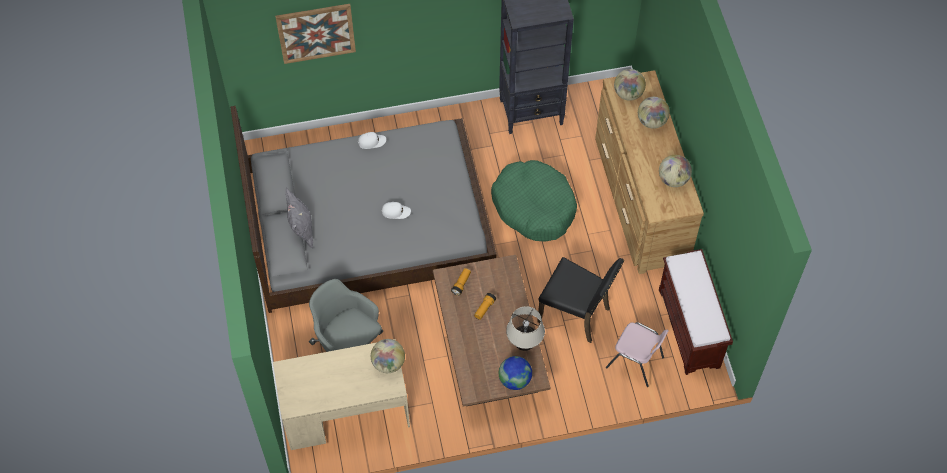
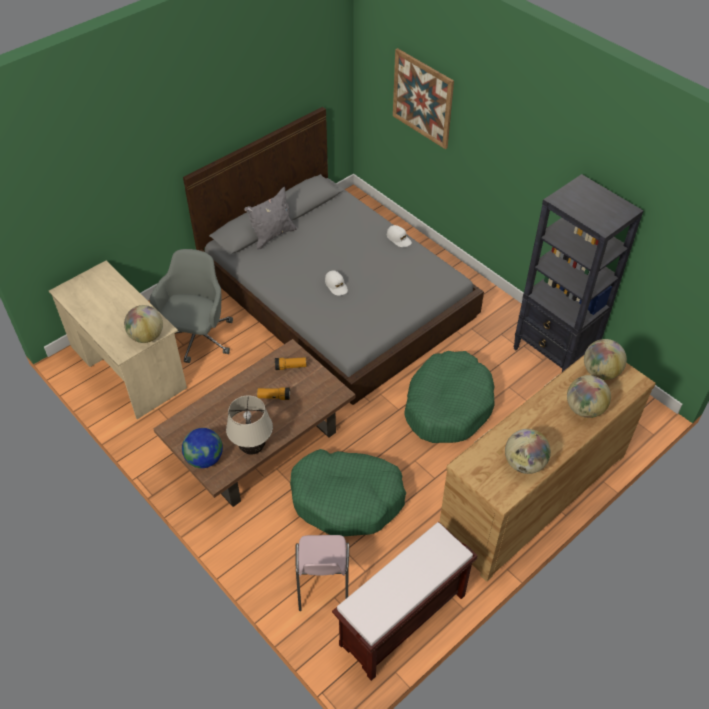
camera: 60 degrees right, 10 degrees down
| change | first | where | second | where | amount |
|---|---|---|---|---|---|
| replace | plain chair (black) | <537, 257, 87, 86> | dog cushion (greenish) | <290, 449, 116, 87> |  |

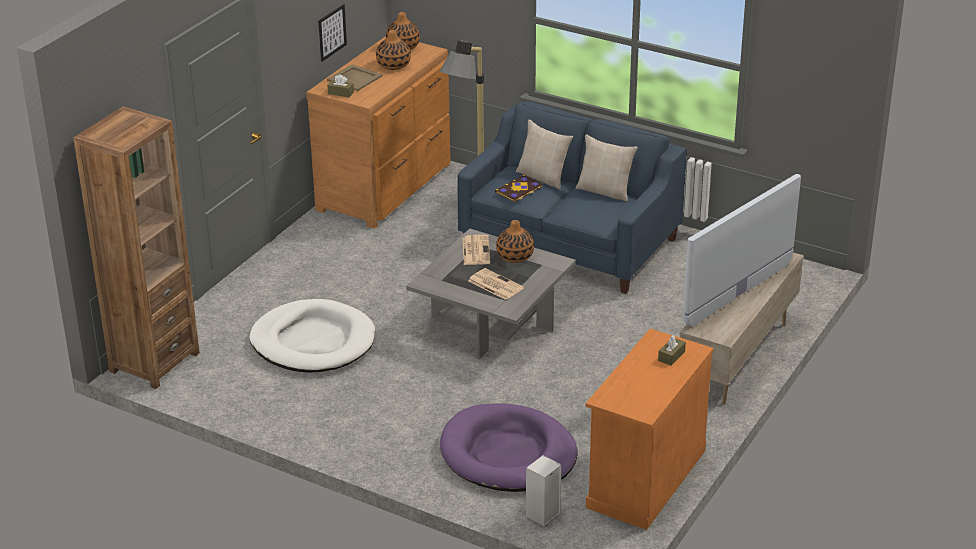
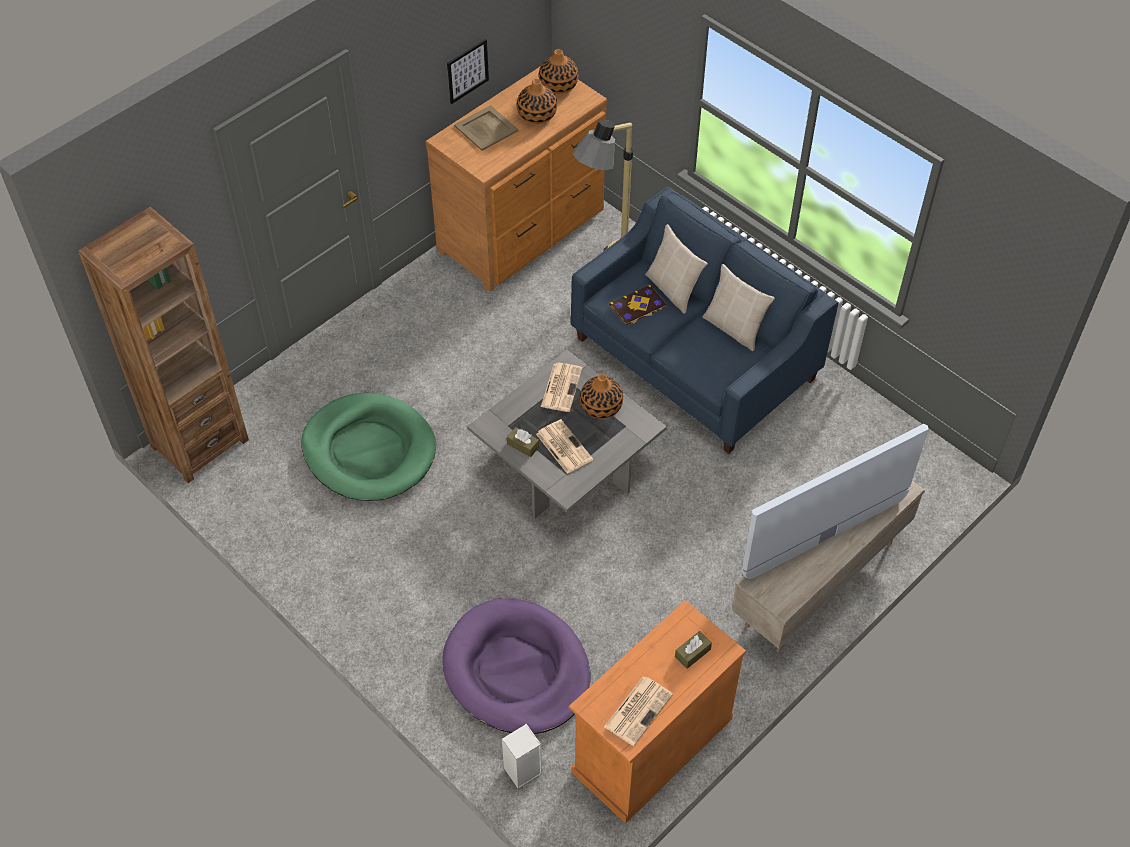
camera: 15 degrees right, 20 degrees up
| change | first | where | second | where | amount |
|---|---|---|---|---|---|
| recolor | dog cushion (whitish) | <249, 299, 126, 74> | dog cushion (greenish) | <301, 393, 135, 108> |  |
| move | box of tissues (brown) | <327, 75, 27, 22> |  | <507, 427, 32, 30> |  |
| insert |  |  | newspaper | <604, 676, 69, 70> |  |

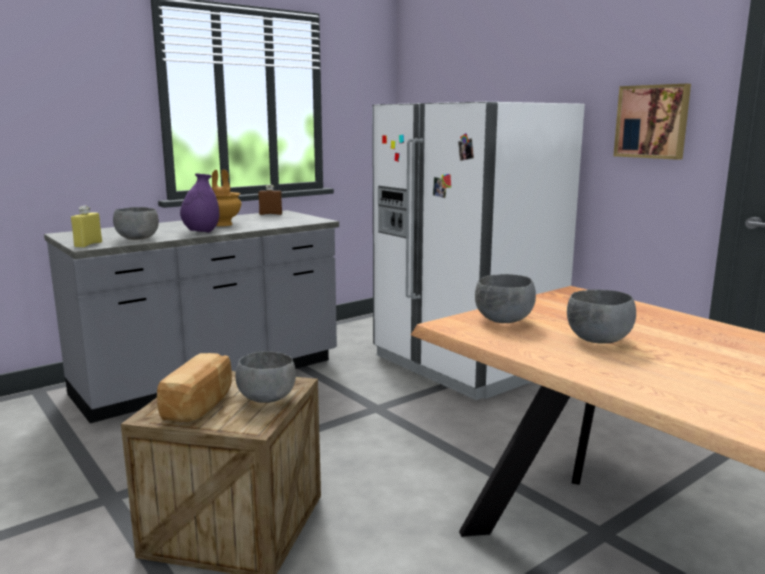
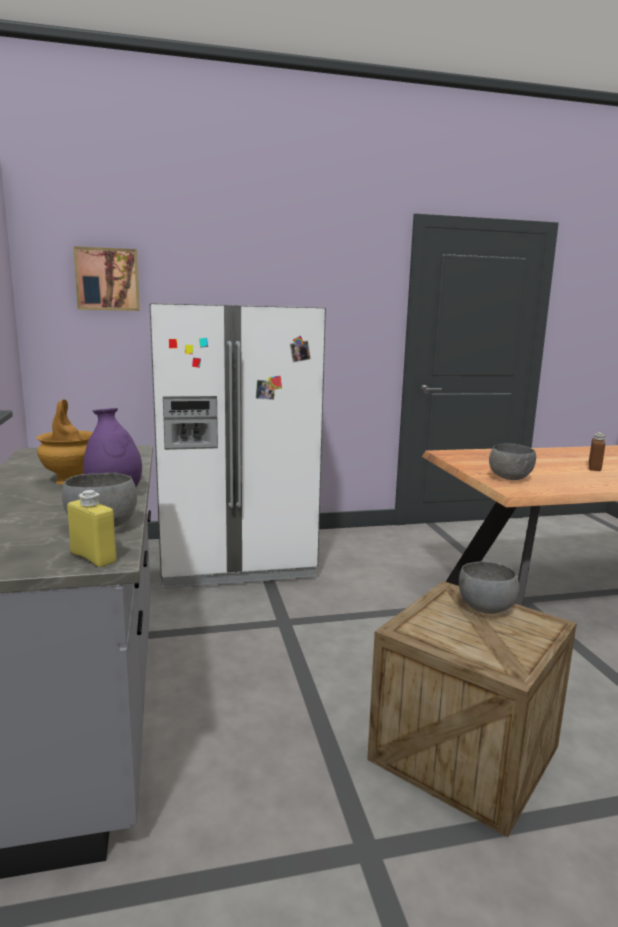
camera: 65 degrees left, 0 degrees up
| change | first | where | second | where | amount |
|---|---|---|---|---|---|
| delete | baked bread | <157, 353, 75, 69> |  |  |  |
| move | drink bottle (brown) | <258, 184, 24, 31> |  | <589, 433, 17, 38> |  |
| delete | deep dish (grey) | <567, 289, 69, 55> |  |  |  |
| move | wall art | <614, 84, 77, 76> |  | <73, 246, 67, 65> |  |

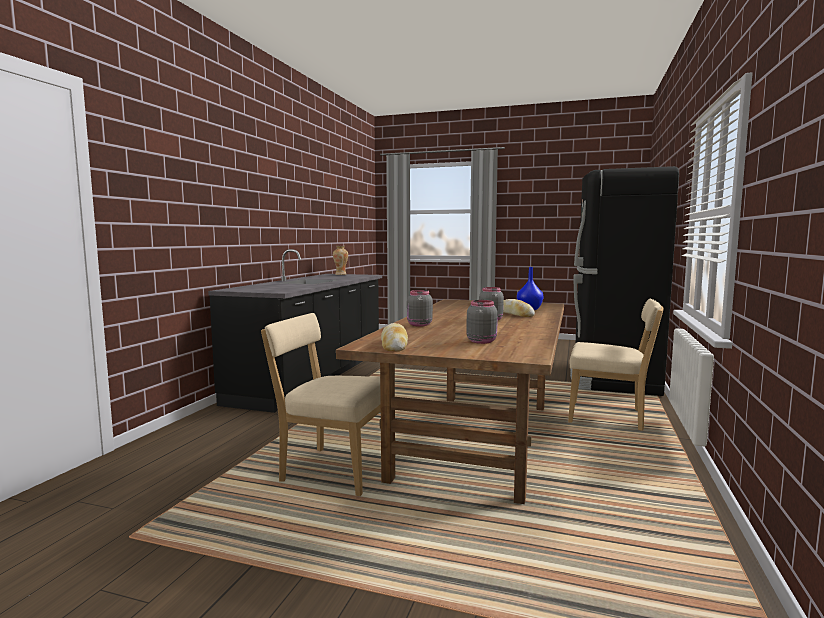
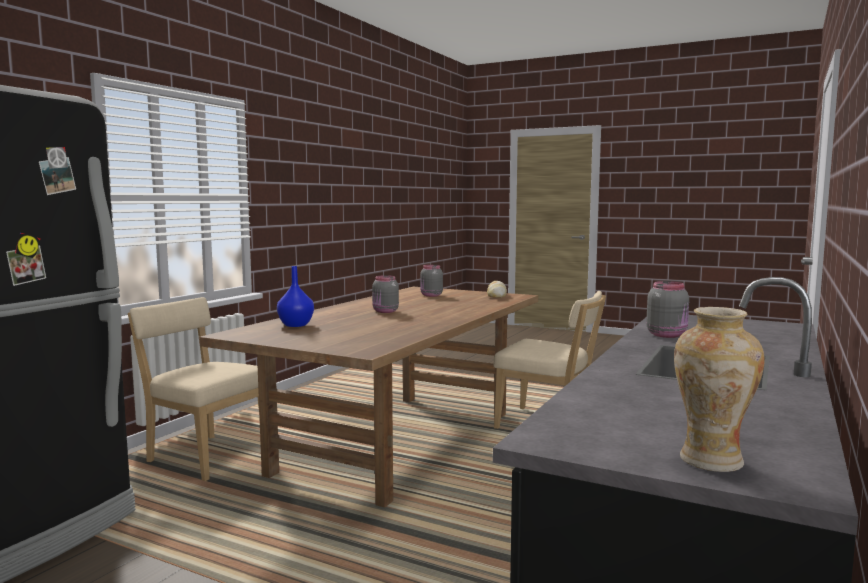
camera: 170 degrees left, 0 degrees up
| change | first | where | second | where | amount |
|---|---|---|---|---|---|
| move | storage jar (grey) | <407, 290, 26, 36> |  | <646, 281, 43, 57> |  |
| delete | baked bread | <503, 299, 32, 18> |  |  |  |

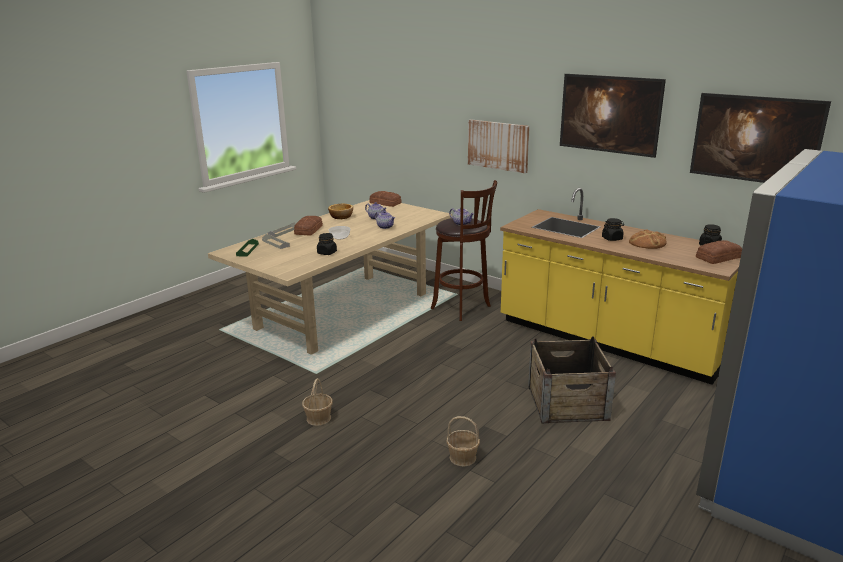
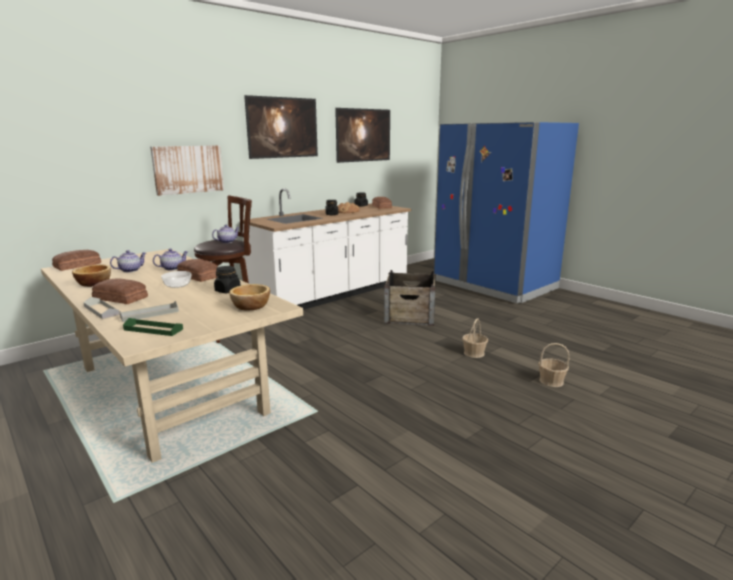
camera: 80 degrees left, 5 degrees down
| change | first | where | second | where | amount |
|---|---|---|---|---|---|
| move | storage basket | <302, 378, 31, 48> |  | <538, 343, 31, 44> |  |
| recolor | kitchen counter (yellow-coloured) | <500, 188, 240, 197> | kitchen counter (whitish) | <243, 188, 168, 122> |  |
| insert |  |  | baked bread | <177, 259, 41, 23> |  |
| insert |  |  | deep dish | <229, 284, 41, 27> |  |

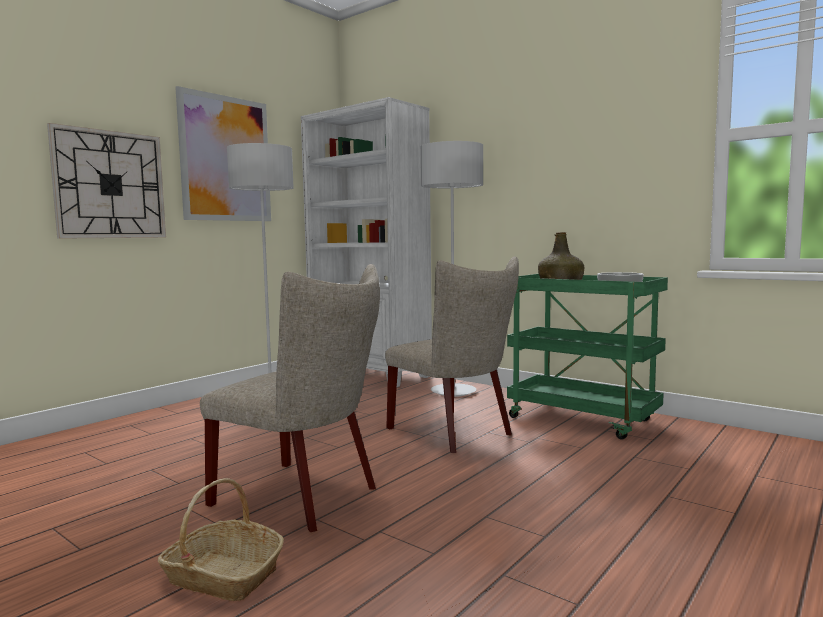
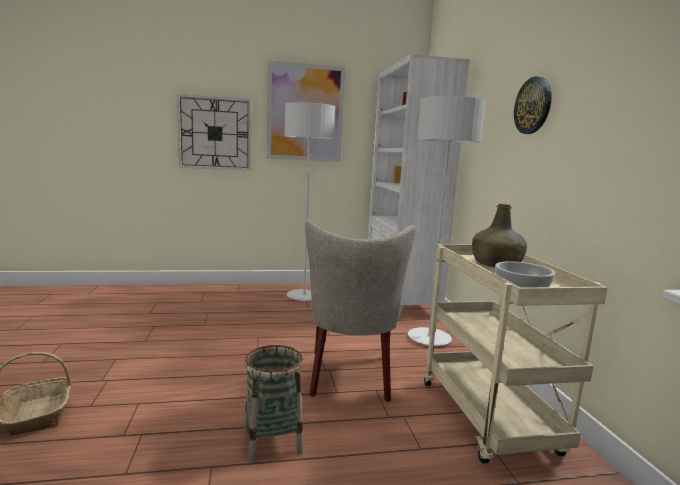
camera: 40 degrees right, 5 degrees up
| change | first | where | second | where | amount |
|---|---|---|---|---|---|
| delete | plain chair (sand-coloured) | <200, 264, 180, 268> |  |  |  |
| recolor | trolley (greenish) | <507, 274, 161, 166> | trolley (sand-coloured) | <424, 244, 184, 219> |  |
| insert |  |  | storage basket | <244, 345, 59, 118> |  |
| insert |  |  | wall clock | <514, 76, 38, 58> |  |

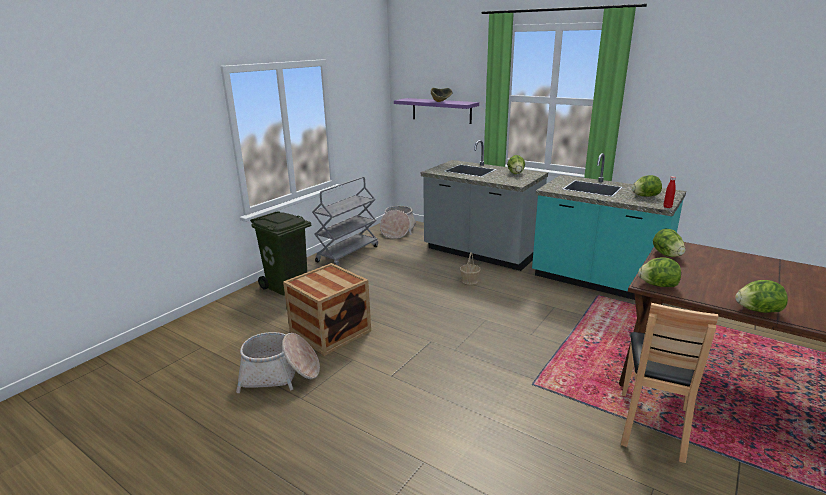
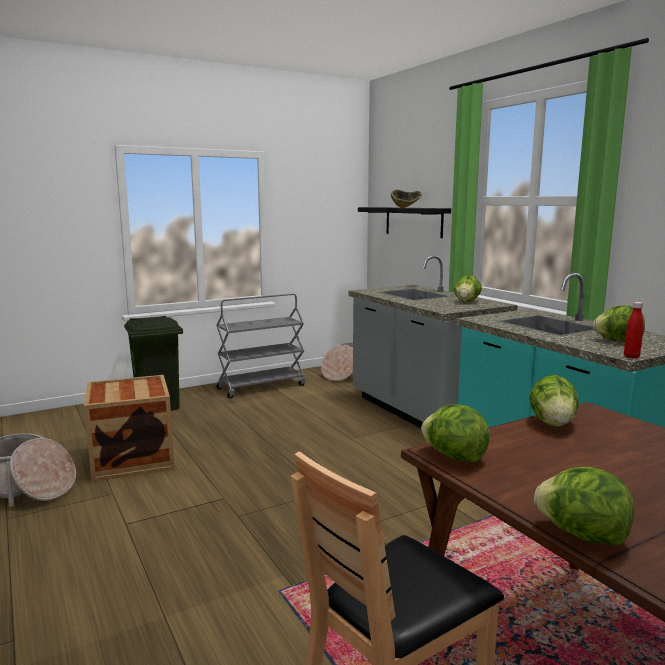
camera: 25 degrees right, 10 degrees down
| change | first | where | second | where | amount |
|---|---|---|---|---|---|
| recolor | bracket shelf (purplish) | <394, 98, 85, 26> | bracket shelf (black) | <358, 207, 93, 31> |  |
| delete | storage basket | <460, 252, 21, 33> |  |  |  |

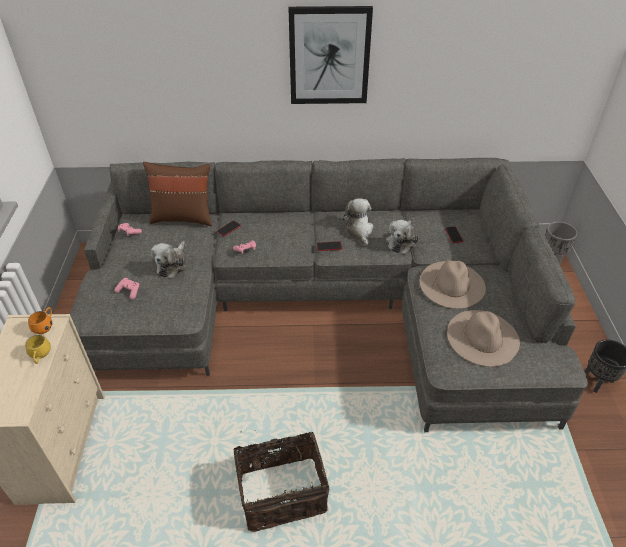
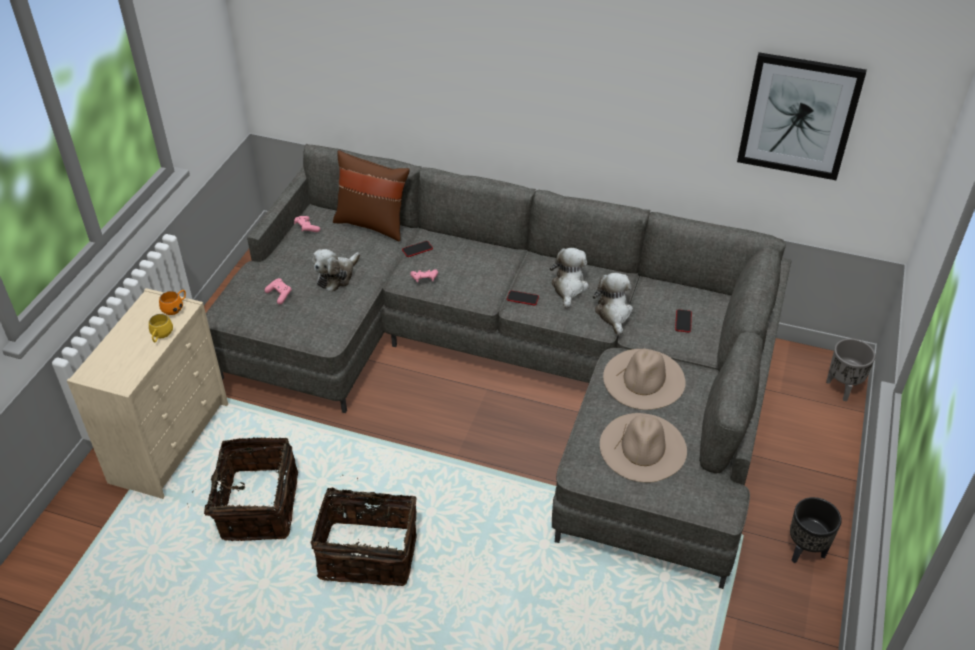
camera: 20 degrees right, 0 degrees up
| change | first | where | second | where | amount |
|---|---|---|---|---|---|
| move | wall art | <288, 6, 85, 98> |  | <737, 52, 130, 128> |  |
| rotate | plush toy | <386, 220, 33, 34> |  | <593, 273, 40, 63> | 135 degrees clockwise |
| insert |  |  | storage basket | <187, 437, 111, 104> |  |

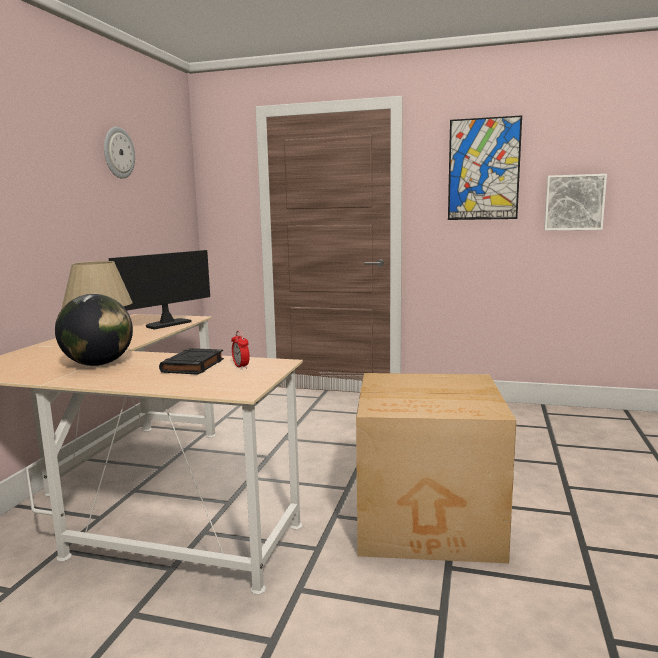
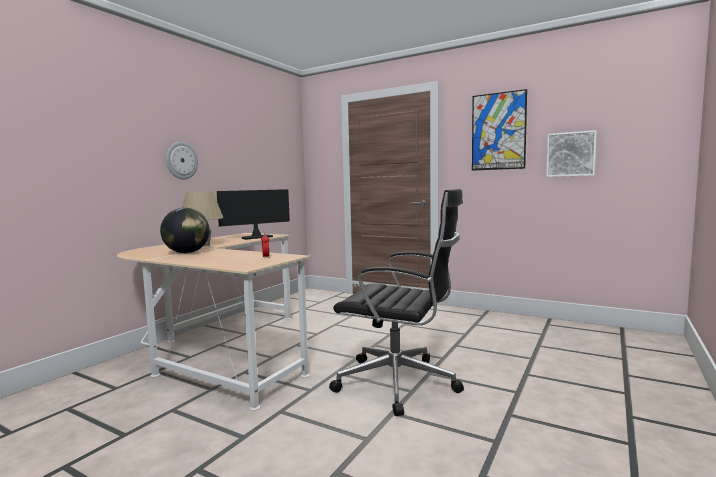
camera: 15 degrees right, 5 degrees down
| change | first | where | second | where | amount |
|---|---|---|---|---|---|
| move | wall clock | <104, 127, 31, 52> |  | <166, 142, 32, 37> |  |
| delete | book (black) | <159, 348, 65, 27> |  |  |  |
| replace | cardboard box | <356, 373, 160, 191> | desk chair (black) | <329, 189, 135, 227> |  |

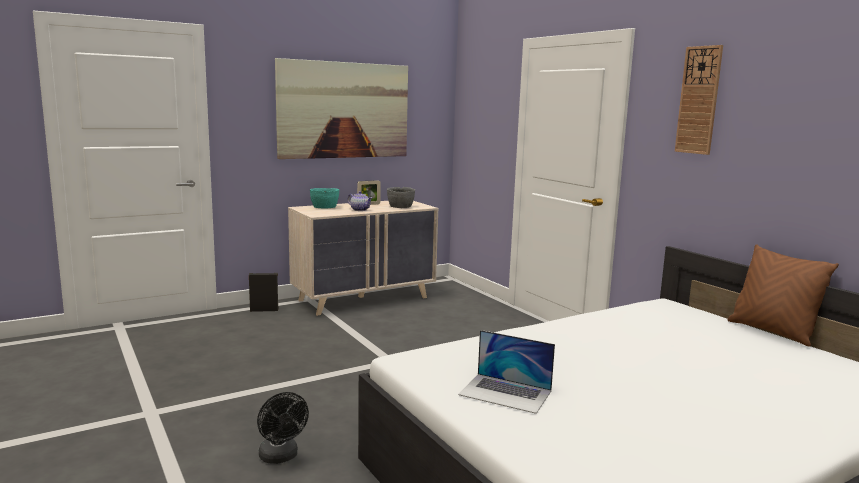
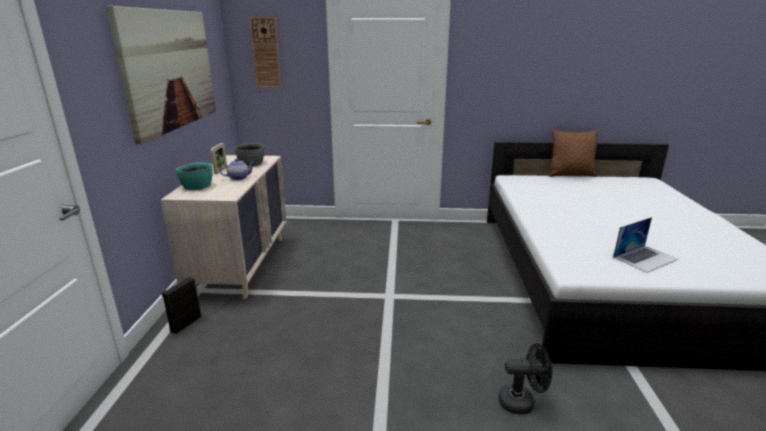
camera: 55 degrees left, 10 degrees up
| change | first | where | second | where | amount |
|---|---|---|---|---|---|
| move | wall clock | <675, 45, 48, 110> |  | <250, 17, 31, 71> |  |

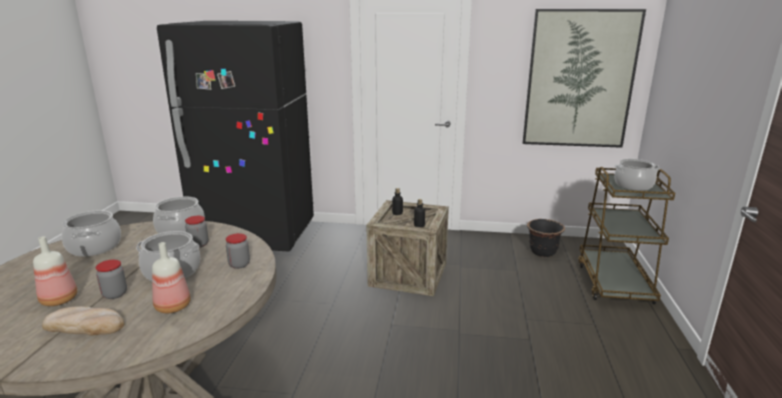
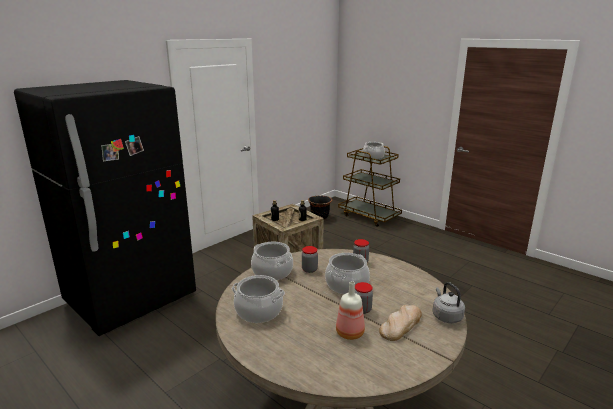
camera: 55 degrees left, 0 degrees up
| change | first | where | second | where | amount |
|---|---|---|---|---|---|
| delete | drink bottle | <152, 242, 39, 71> |  |  |  |
| delete | wall art | <523, 9, 123, 139> |  |  |  |
| insert |  |  | kettle (grey) | <433, 282, 32, 41> |  |

